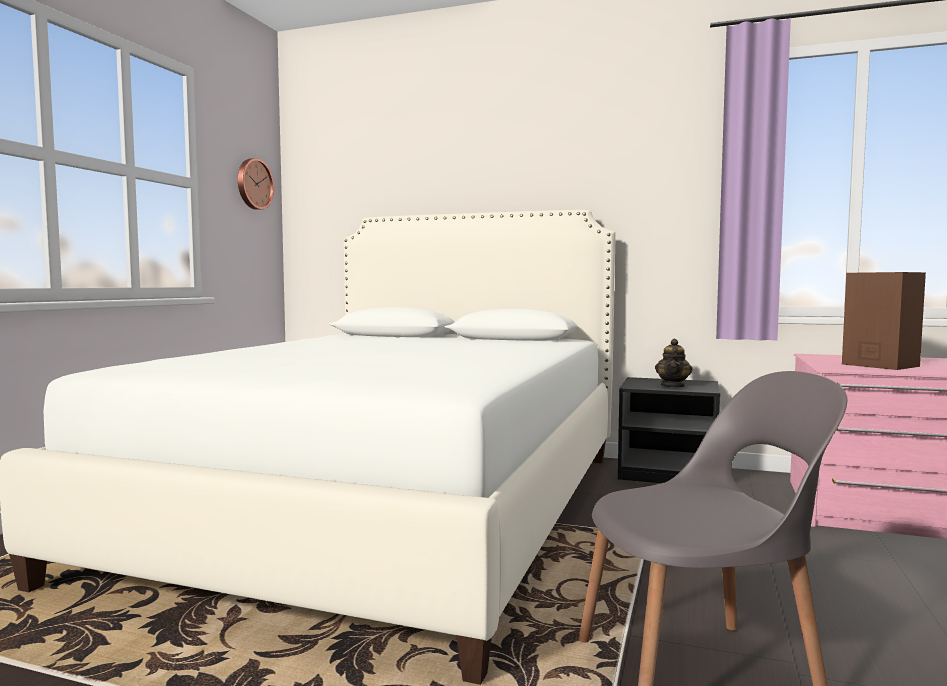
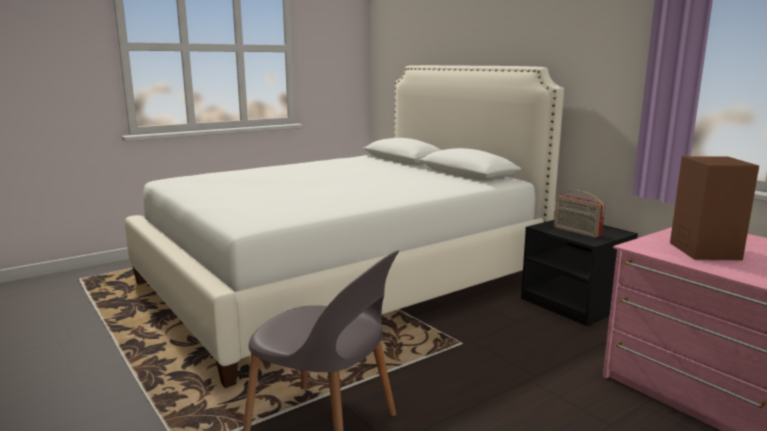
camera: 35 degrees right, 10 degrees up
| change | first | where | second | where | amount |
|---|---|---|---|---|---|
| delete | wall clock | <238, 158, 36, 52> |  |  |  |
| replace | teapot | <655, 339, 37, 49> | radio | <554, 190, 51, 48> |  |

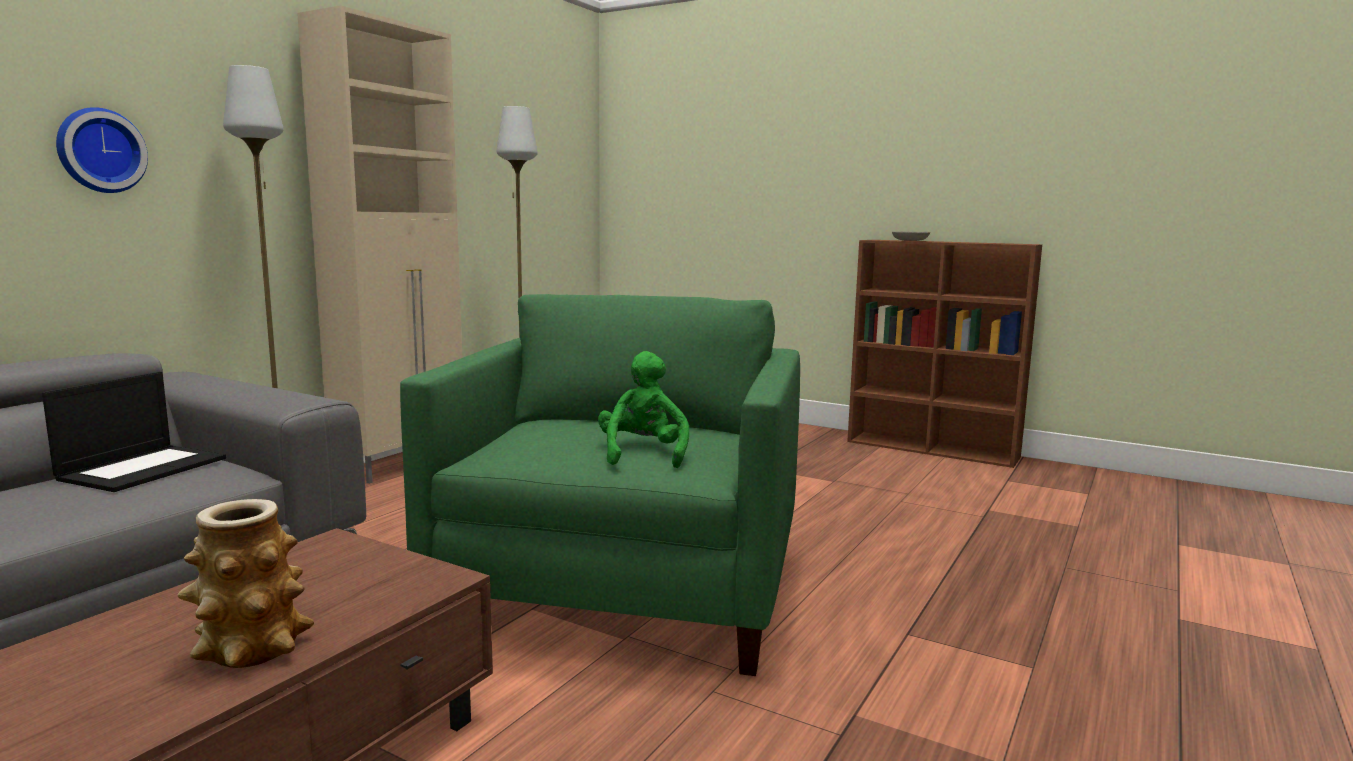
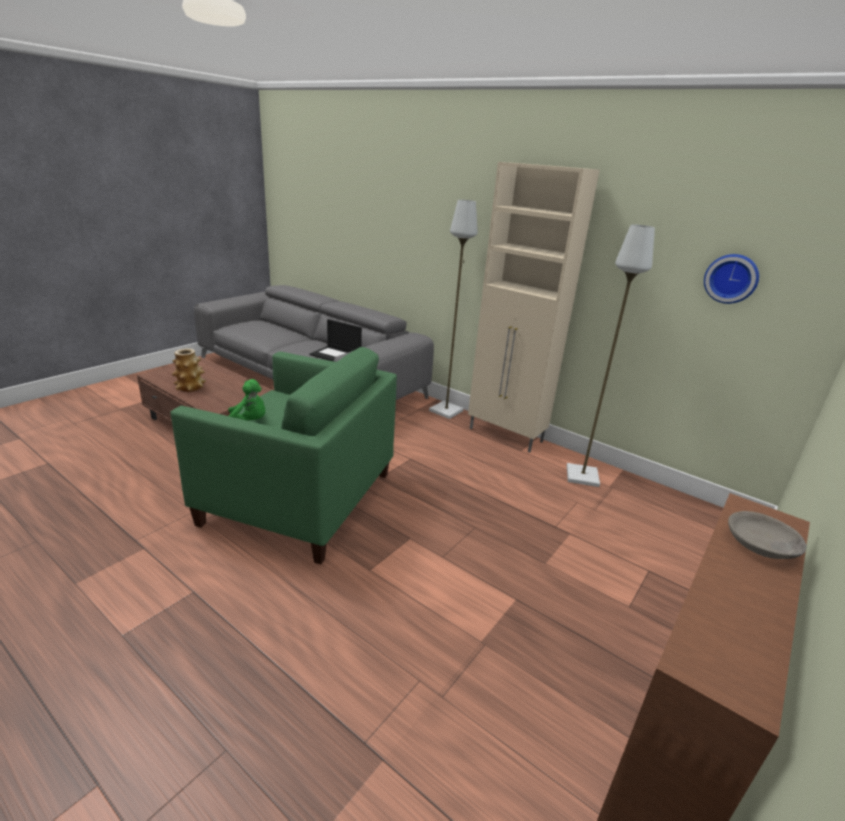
camera: 95 degrees right, 15 degrees up
| change | first | where | second | where | amount |
|---|---|---|---|---|---|
| move | wall clock | <56, 107, 92, 86> |  | <704, 254, 55, 50> |  |

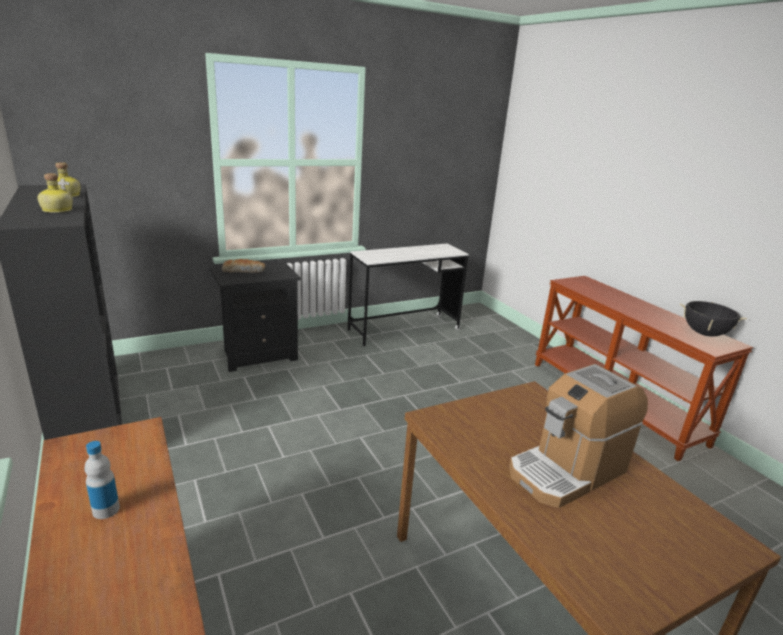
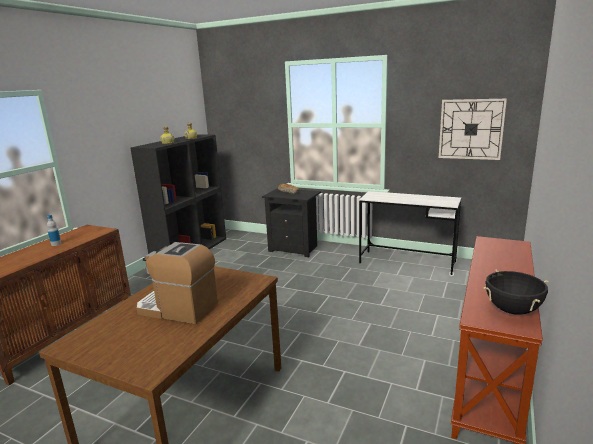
camera: 55 degrees right, 5 degrees down
| change | first | where | second | where | amount |
|---|---|---|---|---|---|
| insert |  |  | wall clock | <439, 99, 68, 61> |  |

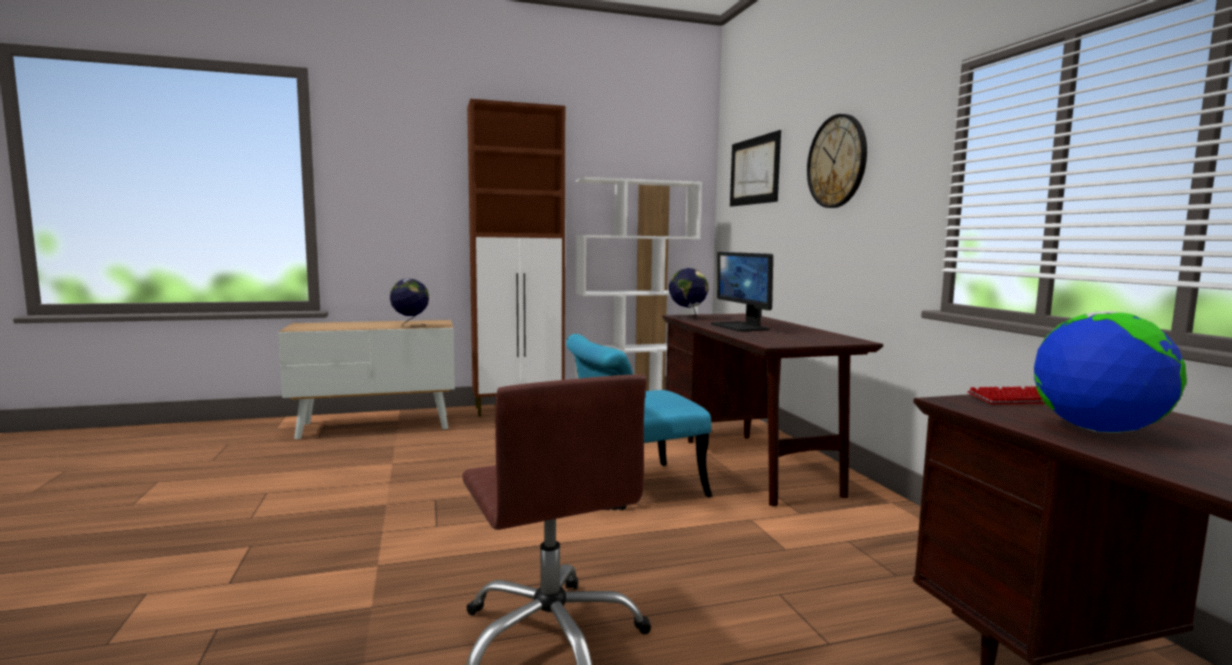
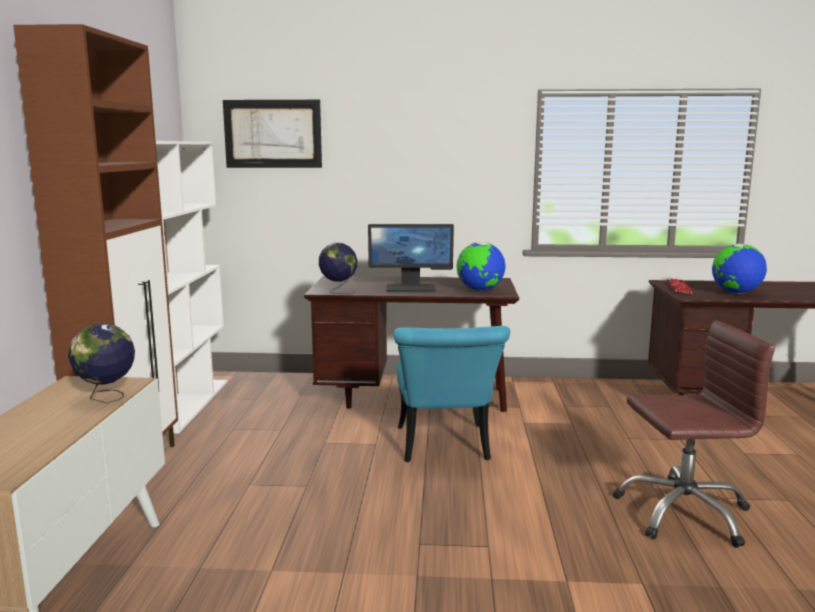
camera: 70 degrees left, 5 degrees up
| change | first | where | second | where | amount |
|---|---|---|---|---|---|
| delete | wall clock | <807, 114, 60, 94> |  |  |  |
| insert |  |  | world globe | <457, 242, 49, 49> |  |

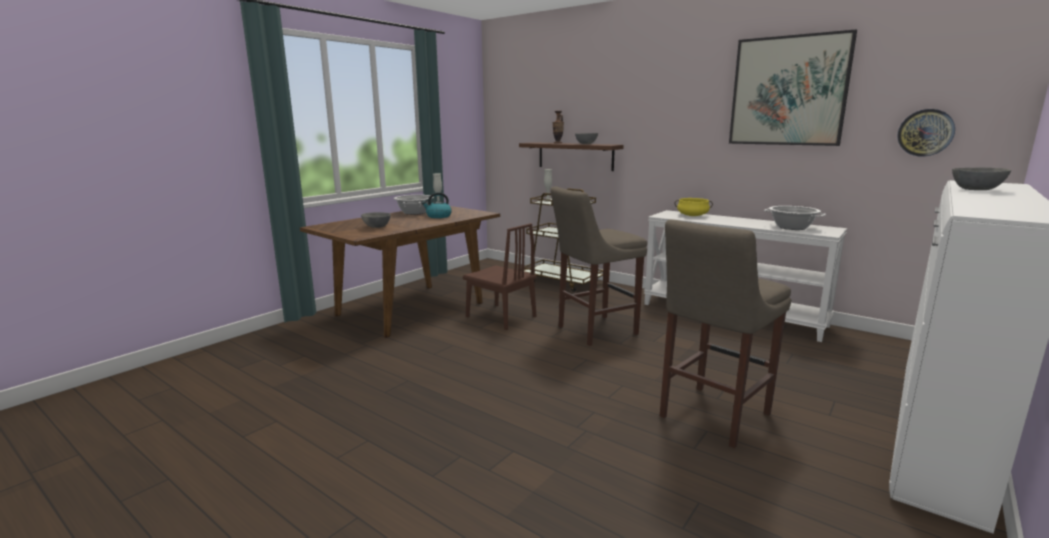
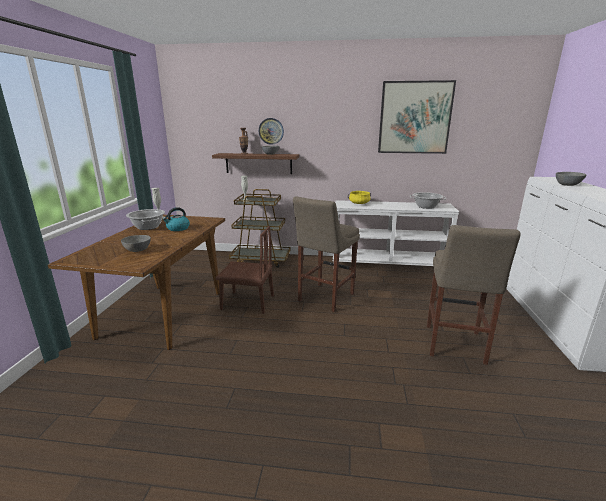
camera: 30 degrees left, 5 degrees up
| change | first | where | second | where | amount |
|---|---|---|---|---|---|
| move | wall clock | <897, 109, 58, 48> |  | <259, 118, 25, 27> |  |

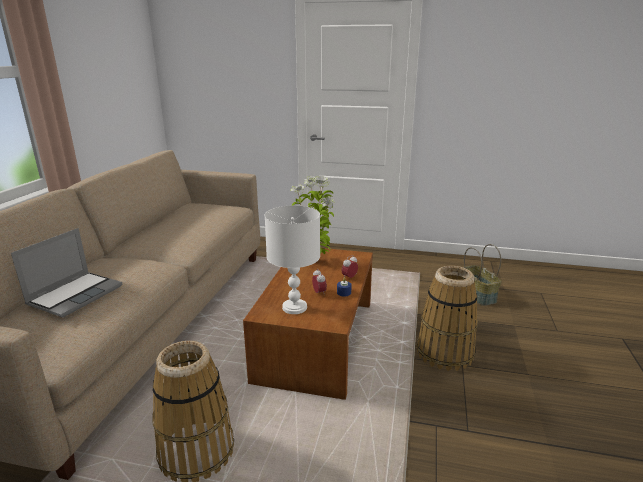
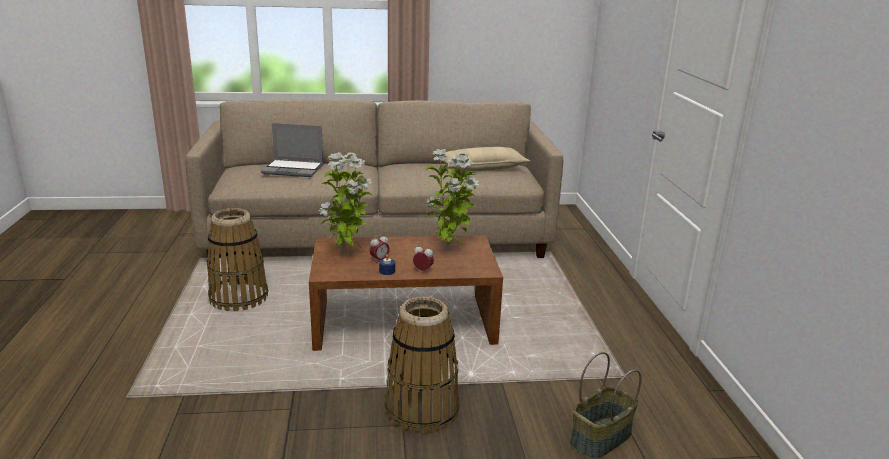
camera: 70 degrees right, 0 degrees up
| change | first | where | second | where | amount |
|---|---|---|---|---|---|
| replace | table lamp (whitish) | <265, 205, 55, 109> | houseplant | <319, 152, 53, 102> |  |
| insert |  |  | cushion (sand-coloured) | <443, 147, 87, 24> |  |

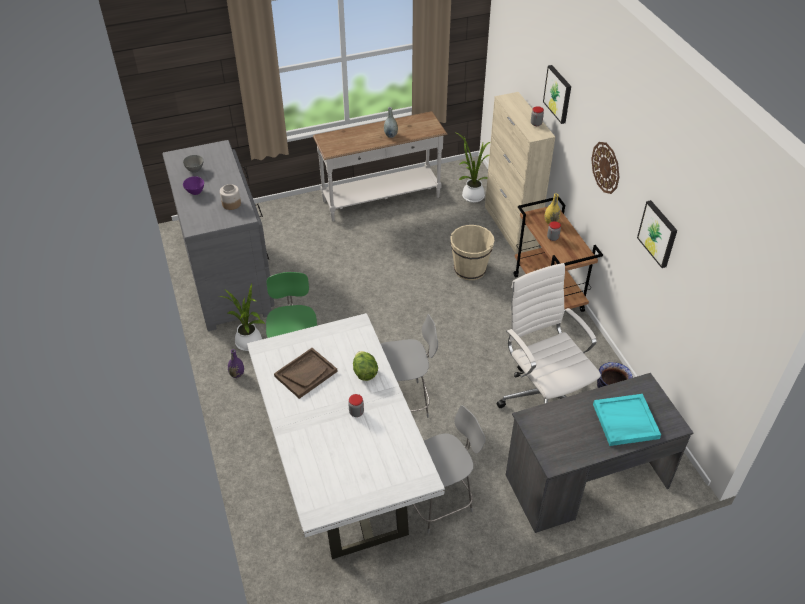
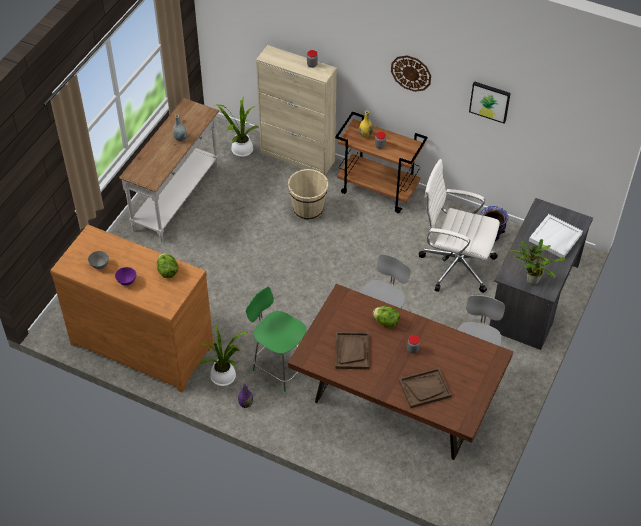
camera: 45 degrees left, 5 degrees up
| change | first | where | second | where | amount |
|---|---|---|---|---|---|
| recolor | chest of drawers (grey) | <162, 140, 113, 191> | chest of drawers (brown) | <50, 224, 164, 168> |  |
| replace | storage jar | <220, 184, 21, 26> | lettuce | <157, 253, 21, 25> |  |
| recolor | dining table (whitish) | <247, 313, 198, 246> | dining table (brown) | <288, 284, 225, 176> |  |
| delete | wall art | <543, 65, 28, 59> |  |  |  |
| recolor | carrying tray (turquoise-coloured) | <593, 394, 68, 52> | carrying tray (whitish) | <529, 214, 54, 44> |  |
| insert |  |  | carrying tray (brown) | <399, 368, 53, 40> |  |
| insert |  |  | houseplant | <509, 239, 56, 46> |  |

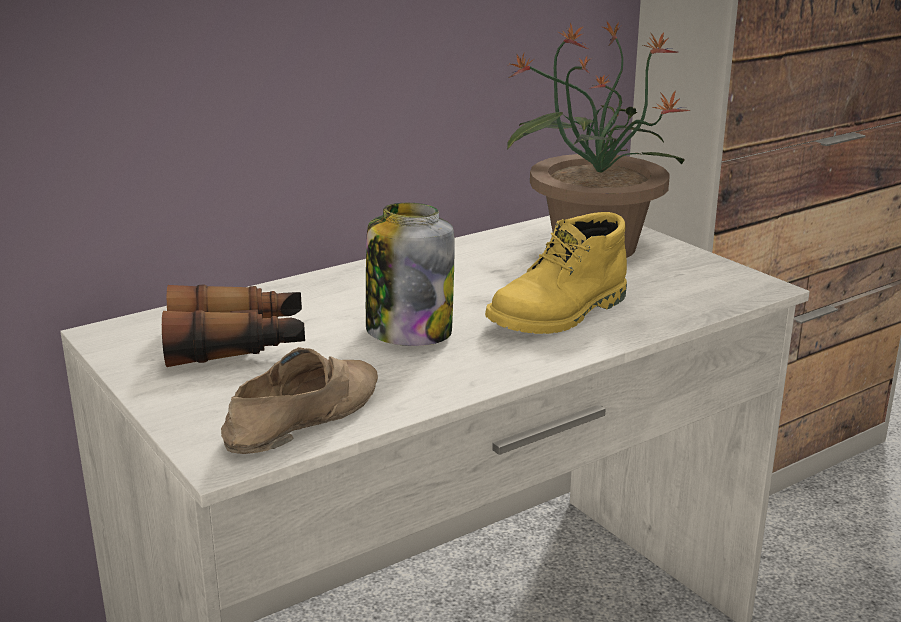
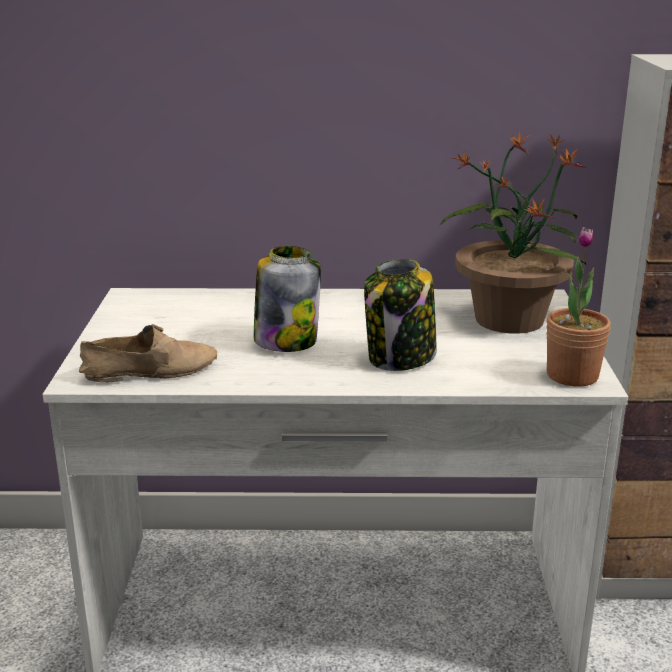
camera: 35 degrees right, 0 degrees up
| change | first | where | second | where | amount |
|---|---|---|---|---|---|
| delete | field glasses | <162, 284, 143, 83> |  |  |  |
| replace | high-top boot (yellow-coloured) | <485, 212, 142, 122> | storage jar | <364, 259, 73, 112> |  |
| insert |  |  | houseplant | <546, 227, 65, 160> |  |

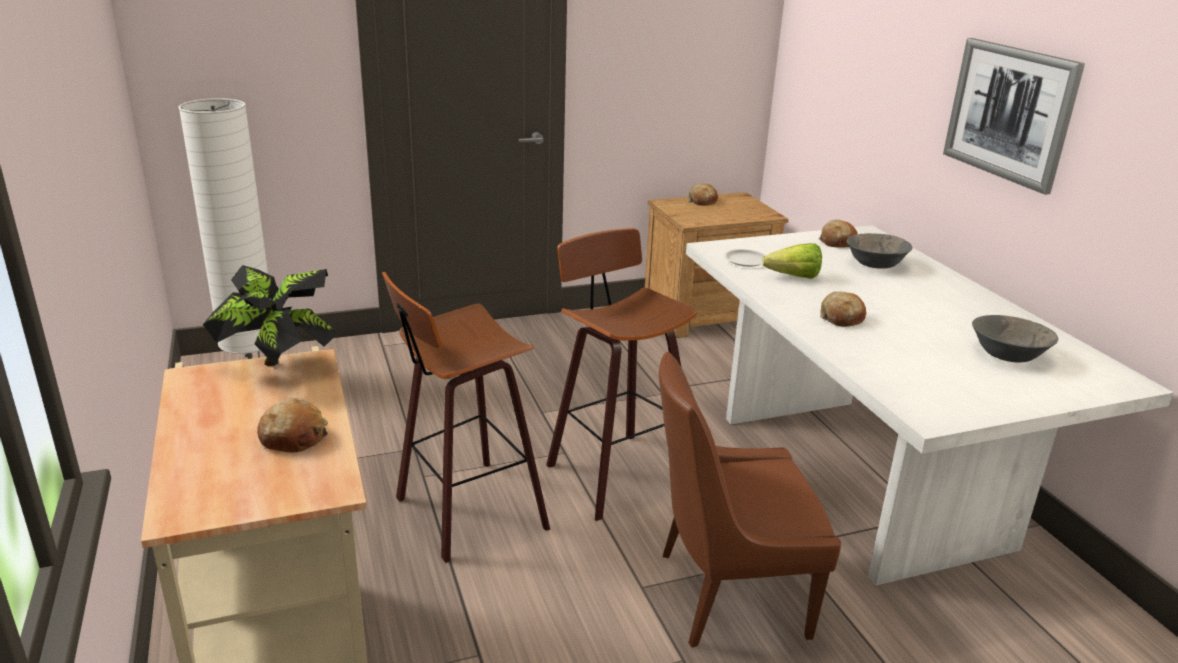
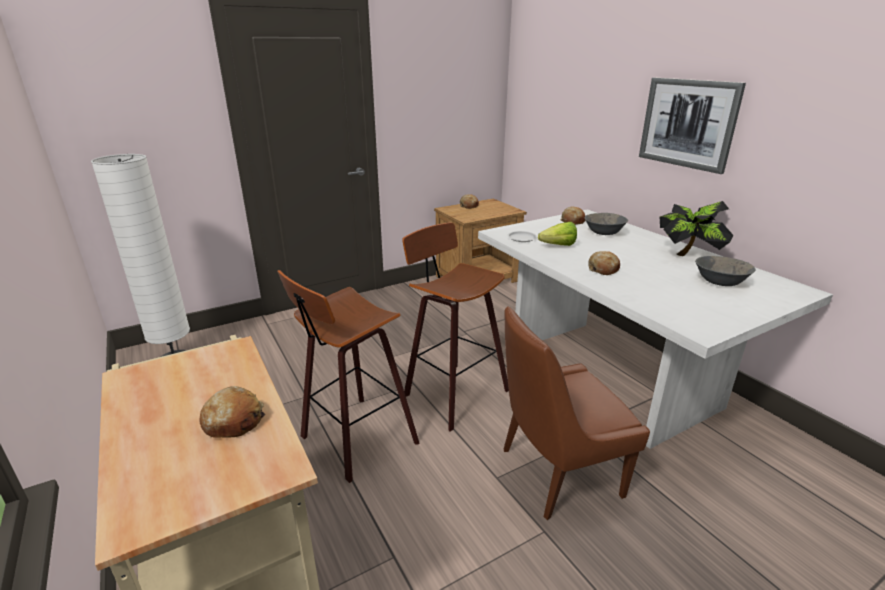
camera: 10 degrees left, 0 degrees up
| change | first | where | second | where | amount |
|---|---|---|---|---|---|
| move | houseplant | <203, 265, 135, 101> |  | <660, 201, 74, 55> |  |

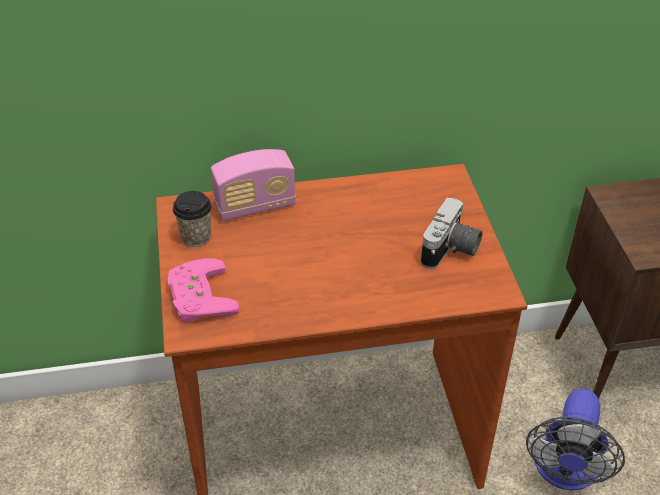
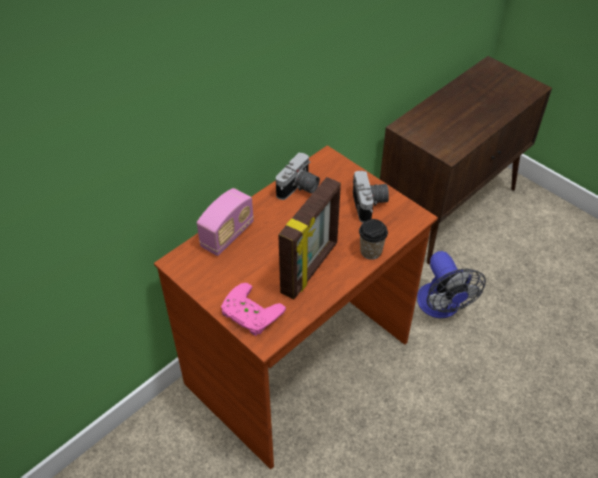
camera: 35 degrees left, 5 degrees up
| change | first | where | second | where | amount |
|---|---|---|---|---|---|
| move | drinking cup | <173, 191, 39, 56> |  | <359, 219, 29, 41> |  |
| insert |  |  | still camera | <276, 153, 44, 47> |  |
| insert |  |  | picture frame | <278, 177, 63, 122> |  |

